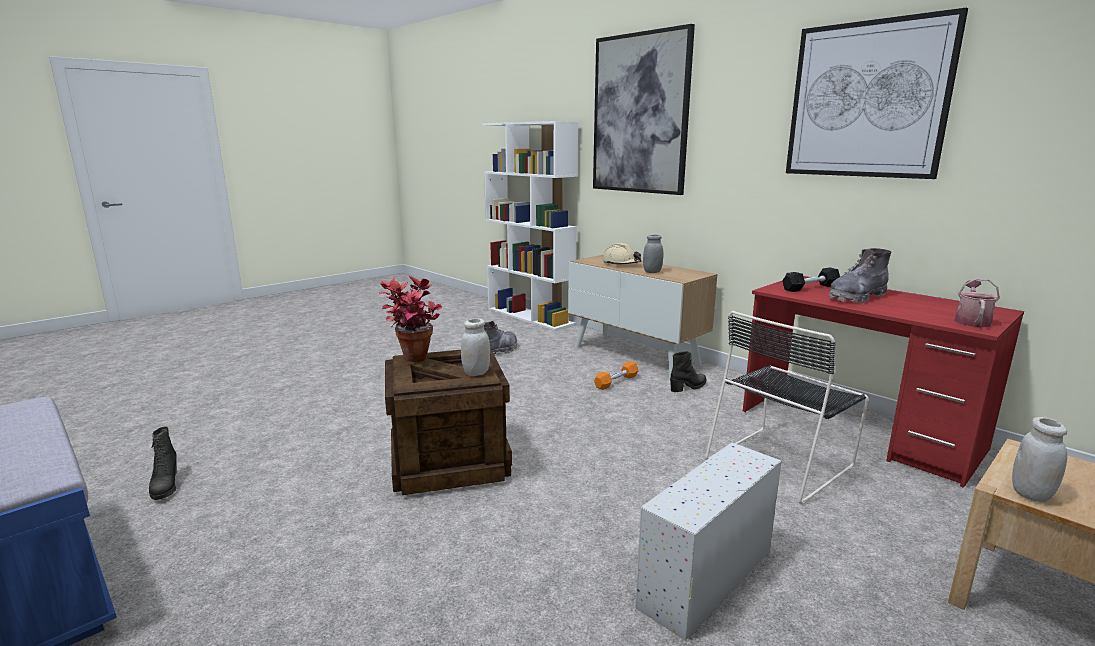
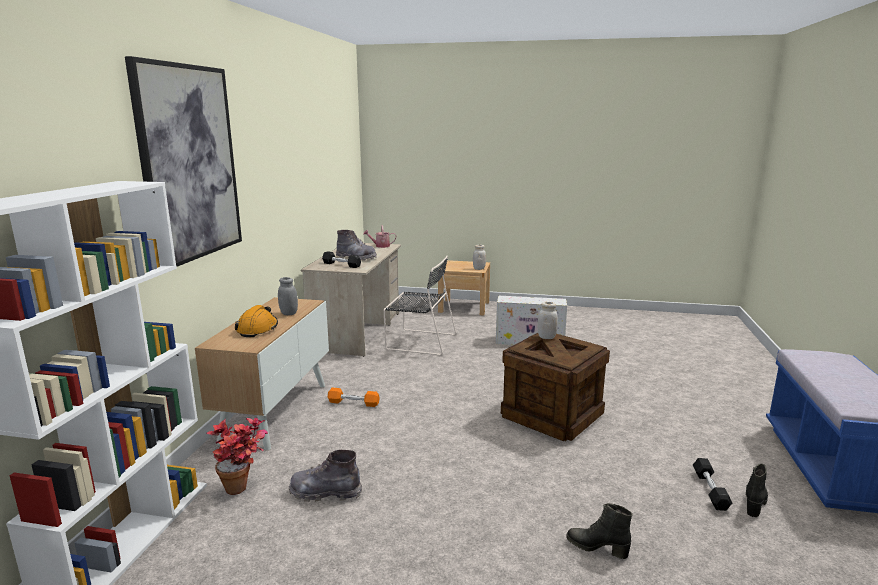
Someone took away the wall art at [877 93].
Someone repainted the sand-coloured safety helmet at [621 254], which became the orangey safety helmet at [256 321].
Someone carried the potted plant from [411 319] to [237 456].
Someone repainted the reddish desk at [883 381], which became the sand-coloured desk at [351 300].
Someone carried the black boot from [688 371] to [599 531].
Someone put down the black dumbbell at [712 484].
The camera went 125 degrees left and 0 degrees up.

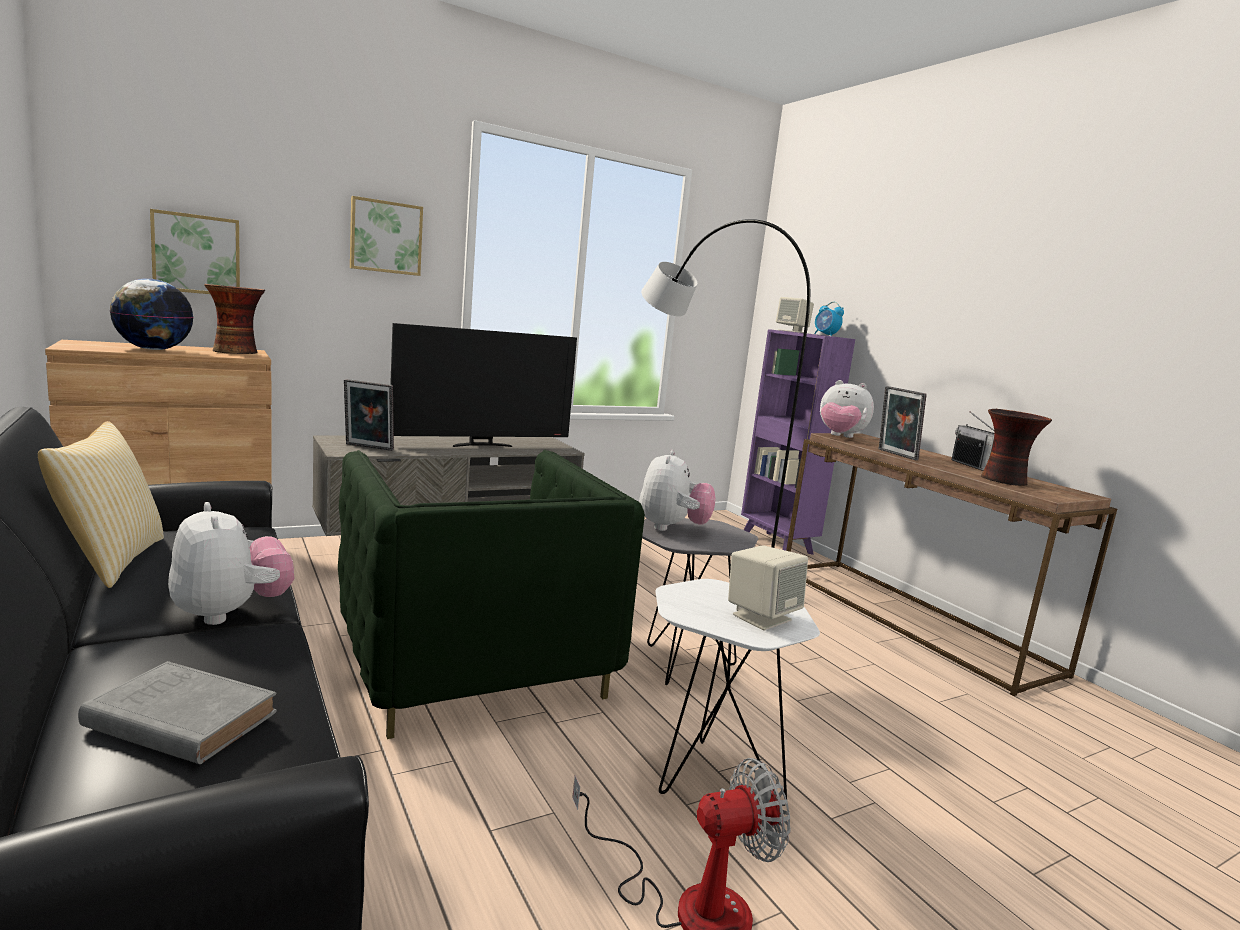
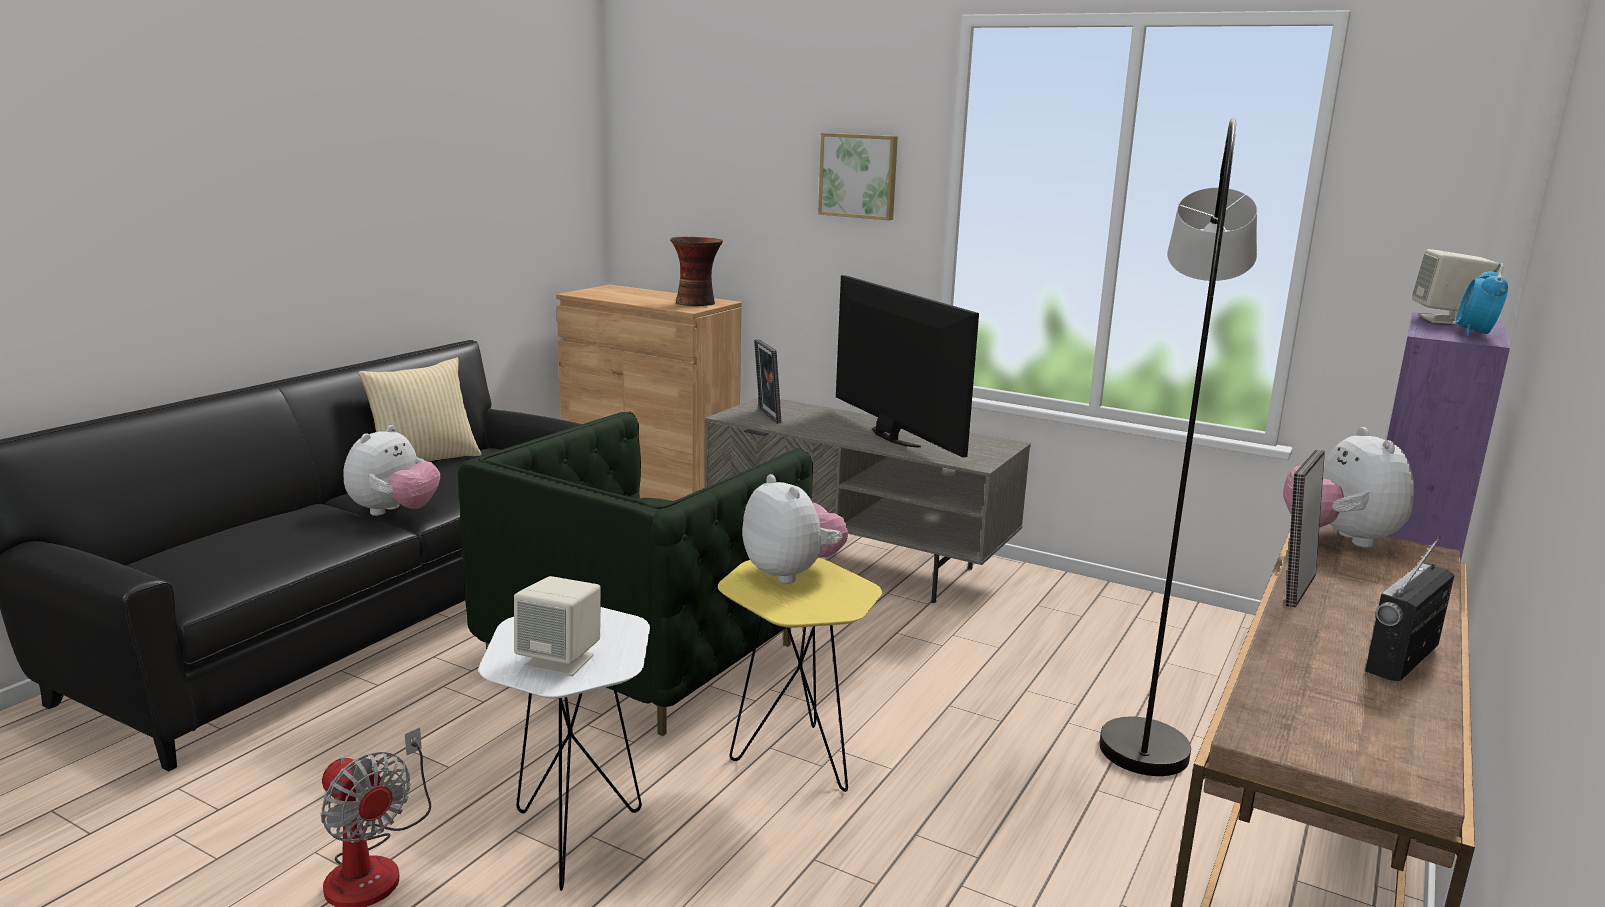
Someone took away the wall art at [195 251].
Someone took away the world globe at [151 314].
Someone rotated the television at [483 385] by 150 degrees counterclockwise.
Someone took away the decorative vase at [1016 447].
Someone rotated the plush toy at [677 490] by 105 degrees counterclockwise.
Someone repainted the grey end table at [700 601], which became the yellowish end table at [800 675].
Someone took away the grey volume at [177 712].
The camera went 60 degrees right and 5 degrees up.

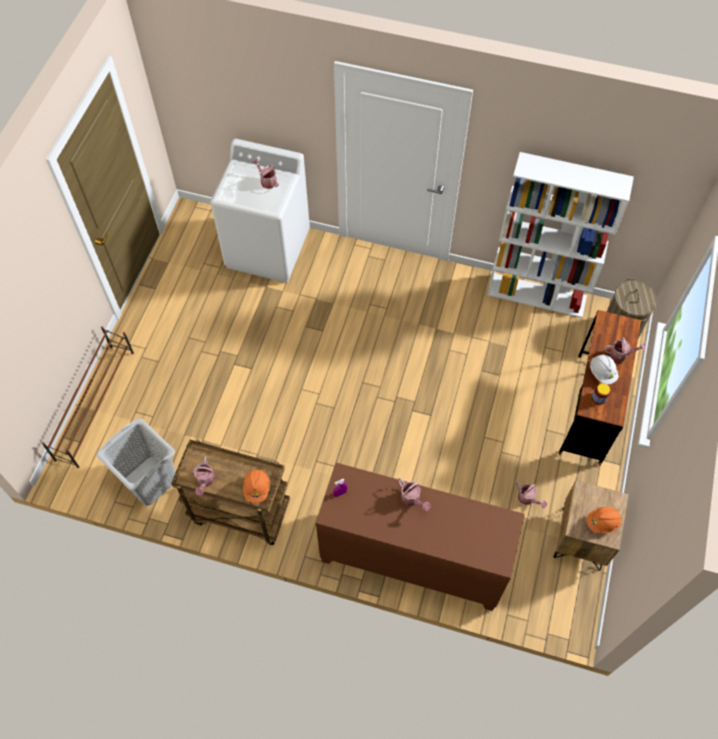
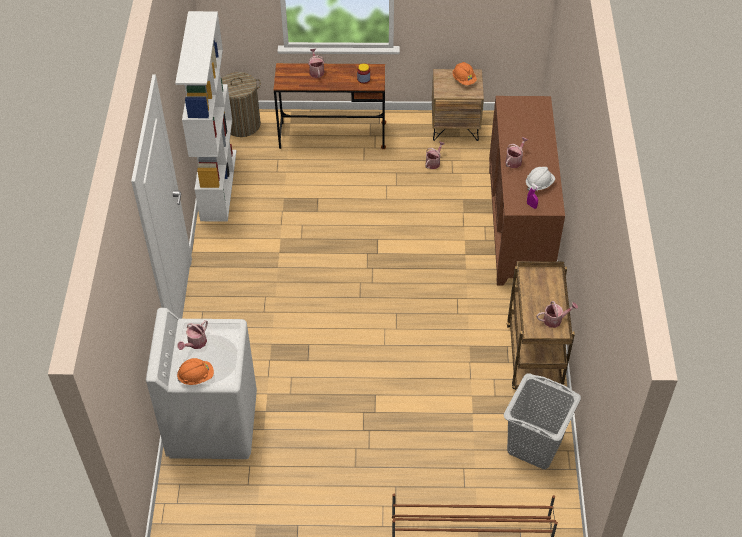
Someone carried the white-coloured safety helmet from [604 369] to [540 179].
Someone carried the orangey safety helmet from [256 486] to [195 371].
The camera went 105 degrees left and 10 degrees down.

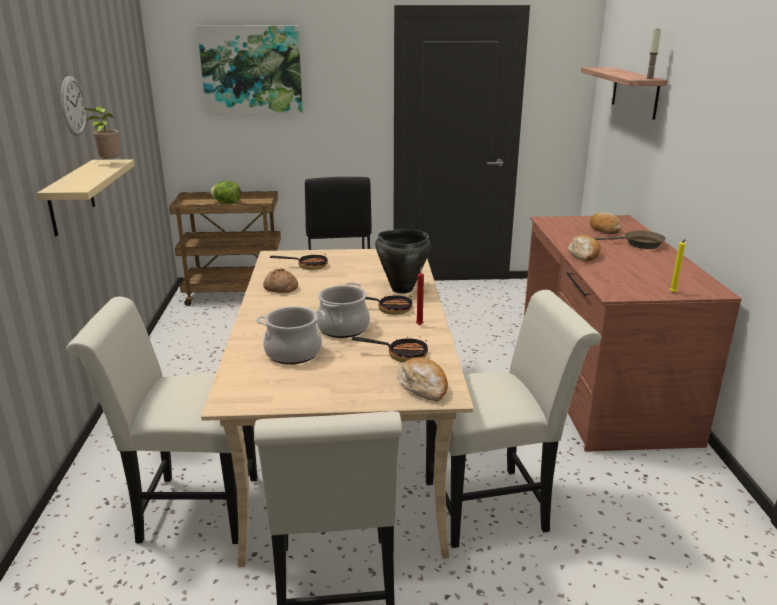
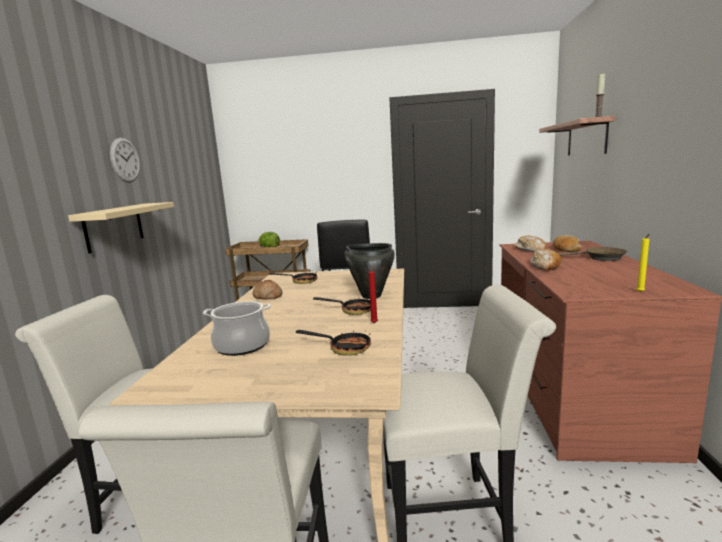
Someone took away the wall art at [250 70].
Someone took away the potted plant at [102 134].
Someone took away the cooking pot at [343 310].
Someone carried the baked bread from [422 379] to [531 243].
The camera went 10 degrees right and 10 degrees down.

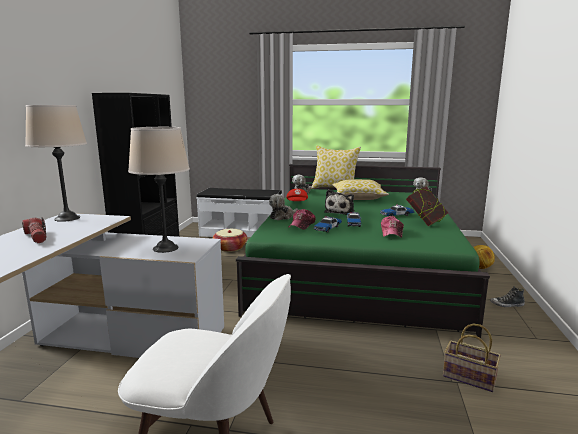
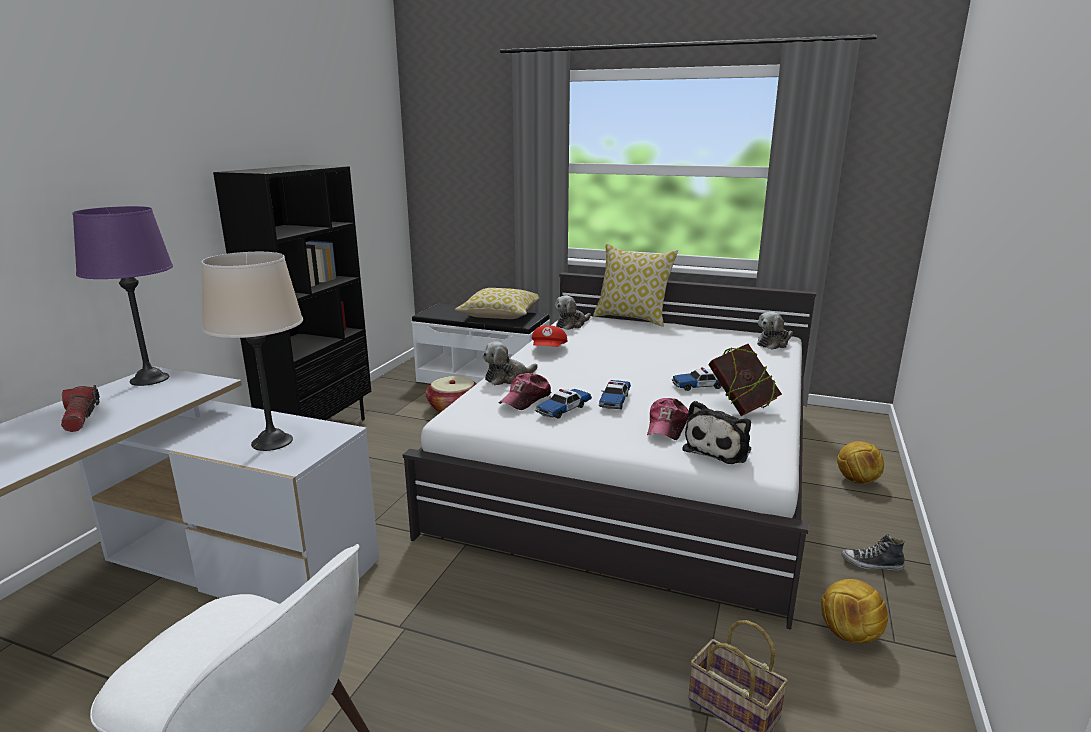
Someone repainted the sand-coloured lamp for a table at [56 163], which became the purple-coloured lamp for a table at [122 296].
Someone repainted the green sleeping bed at [363 251], which became the white-coloured sleeping bed at [609 451].
Someone carried the pillow from [360 189] to [497 303].
Someone carried the plush toy from [339 202] to [716 432].
Someone put down the ball for football at [854 611].
The camera went 10 degrees right and 5 degrees up.

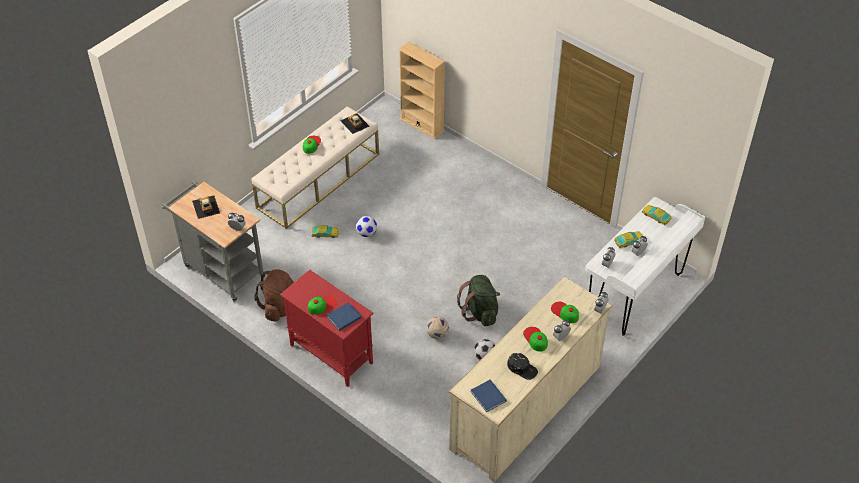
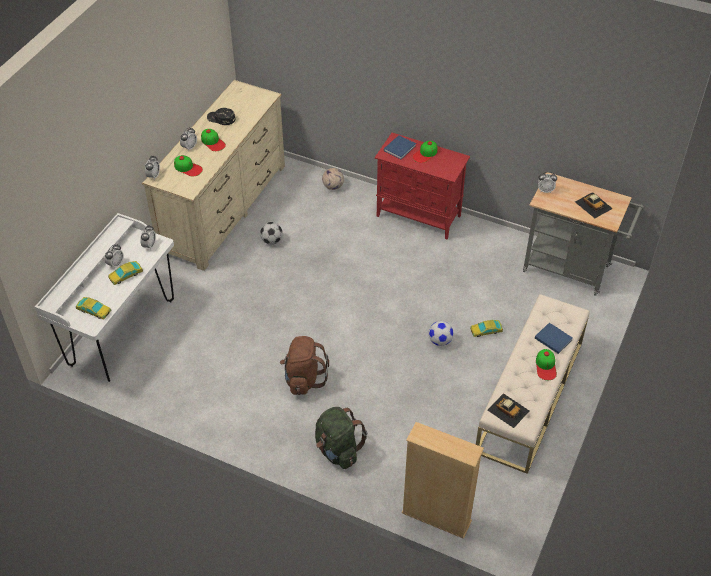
Someone carried the brown-coloured rucksack from [274 295] to [304 365].
Someone carried the green rucksack from [478 300] to [341 438].
Someone carried the ball for football from [437 327] to [333 179].
Someone carried the blue-coloured volume from [488 396] to [554 338].
The camera went 165 degrees right and 0 degrees up.

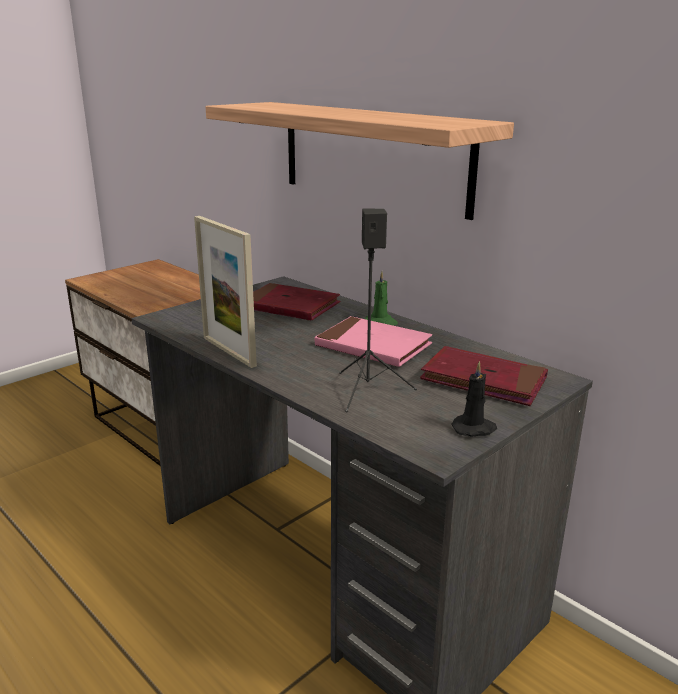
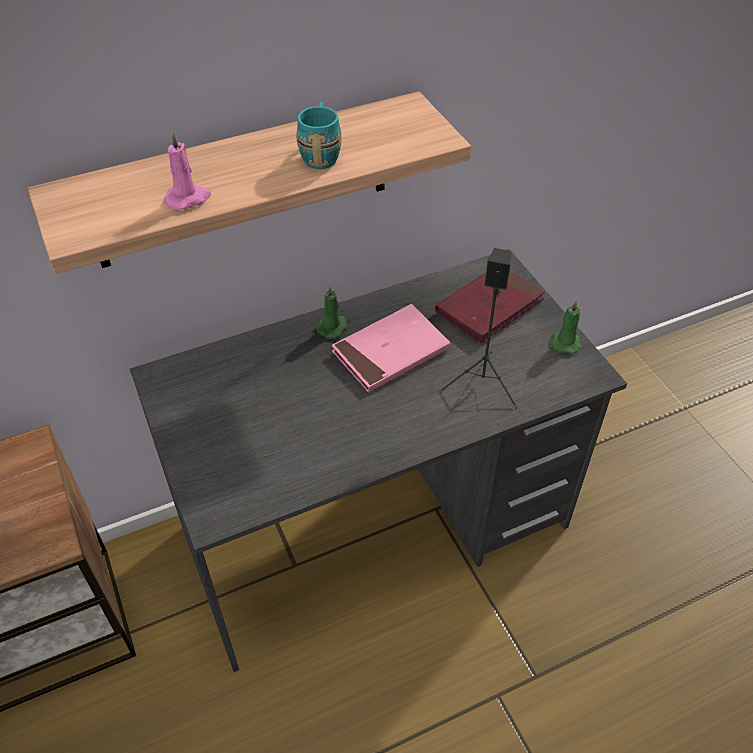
Someone took away the photo frame at [225 292].
Someone took away the reddish volume at [296 301].
Someone repainted the black wax light at [474 399], which became the green wax light at [566 327].
Someone put down the blue-green mug at [319 135].
Someone put down the pinkish wax light at [187 171].
The camera went 70 degrees left and 25 degrees up.

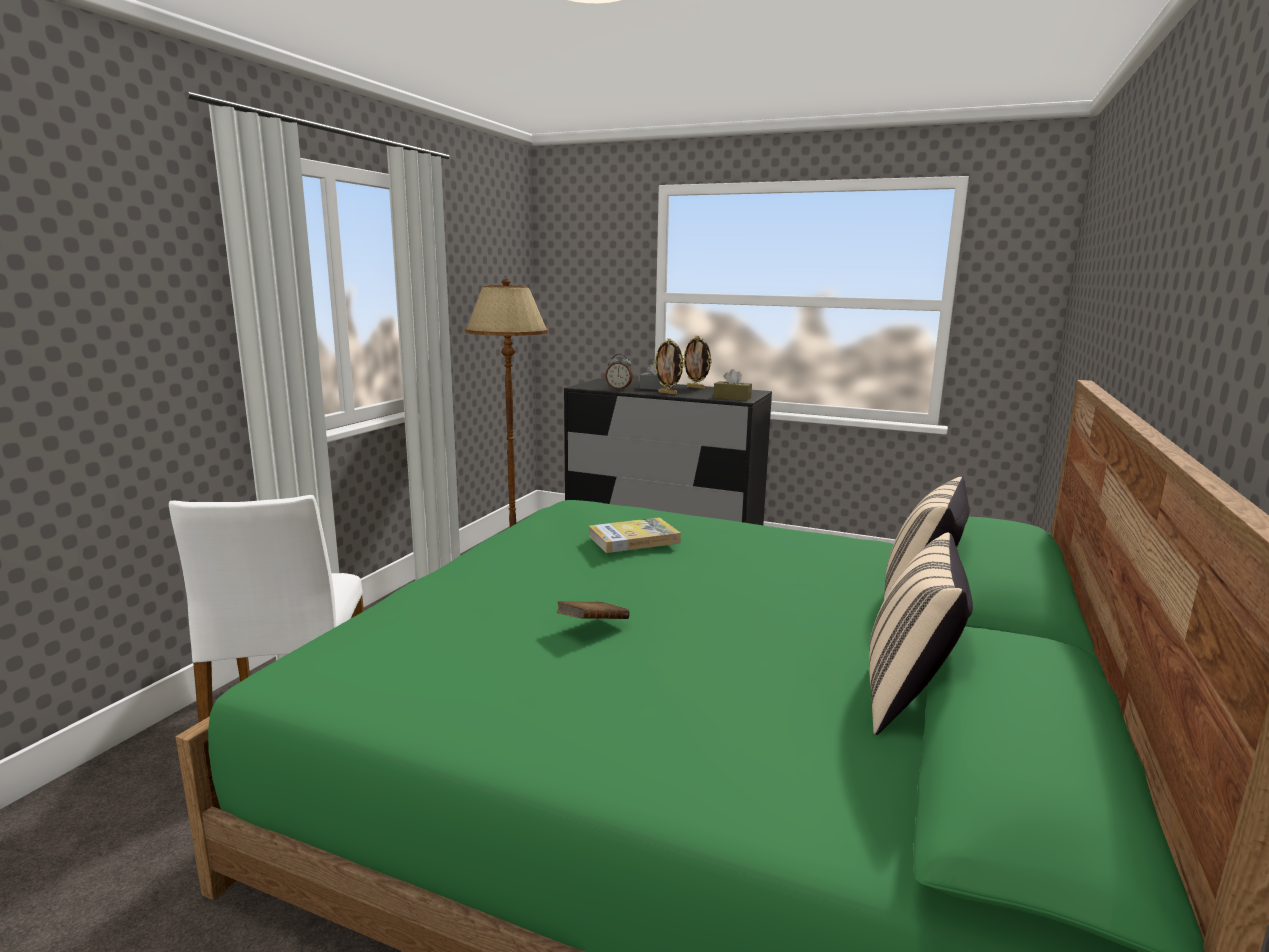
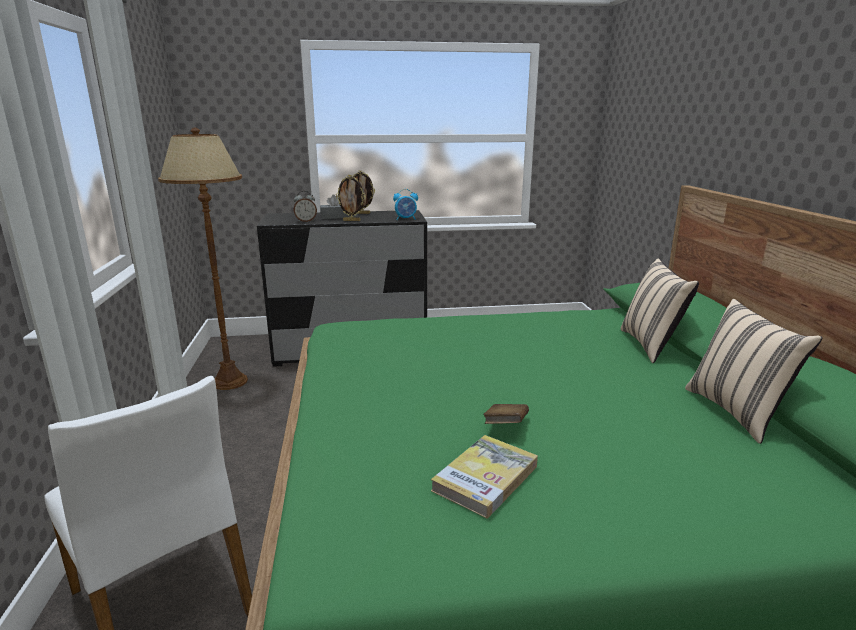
Someone swapped the brown-coloured tissue box at [732 385] for the alarm clock at [405 204].
Someone carried the volume from [634 535] to [484 477].
The camera went 30 degrees left and 5 degrees up.

